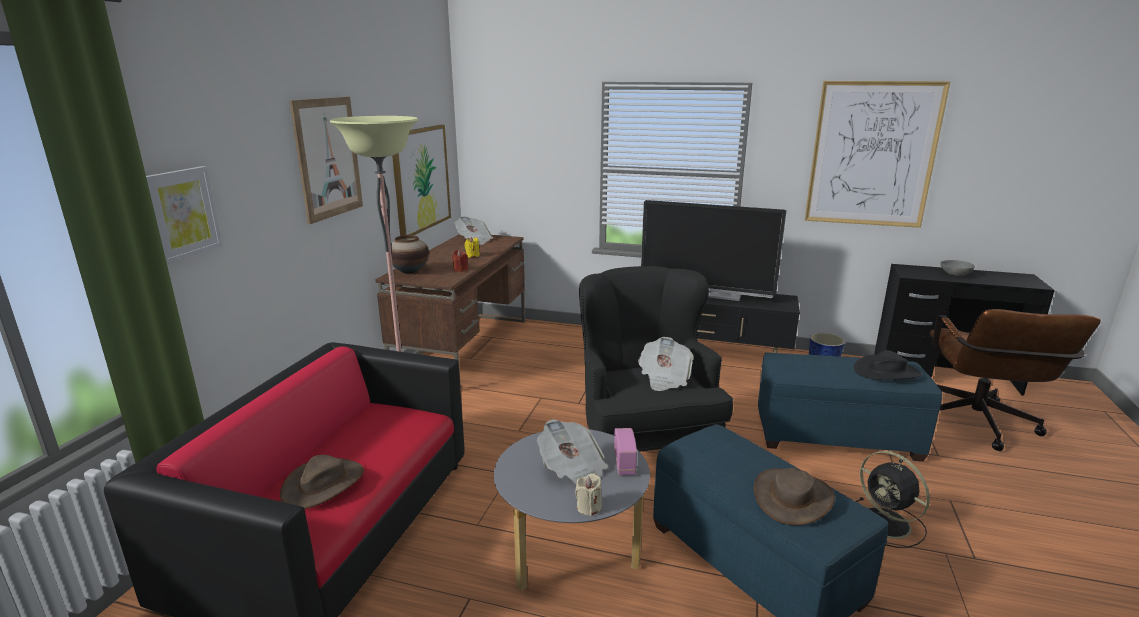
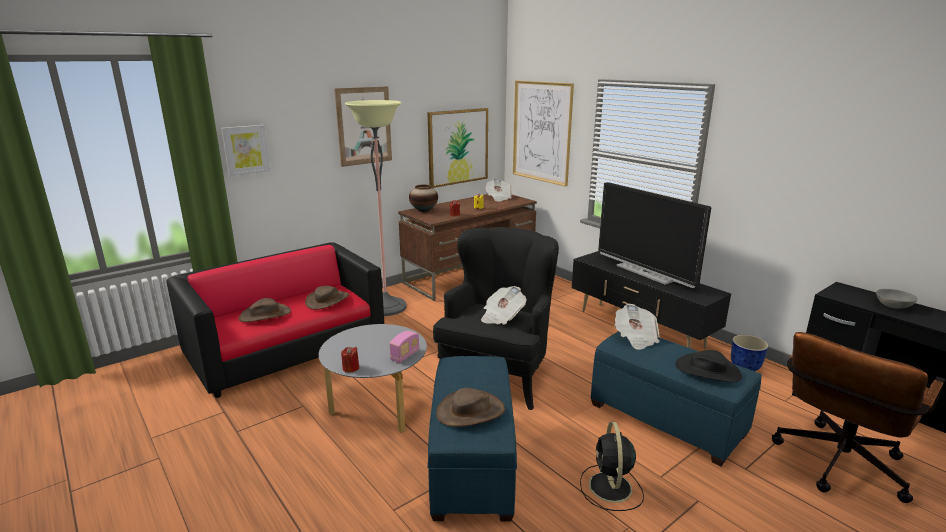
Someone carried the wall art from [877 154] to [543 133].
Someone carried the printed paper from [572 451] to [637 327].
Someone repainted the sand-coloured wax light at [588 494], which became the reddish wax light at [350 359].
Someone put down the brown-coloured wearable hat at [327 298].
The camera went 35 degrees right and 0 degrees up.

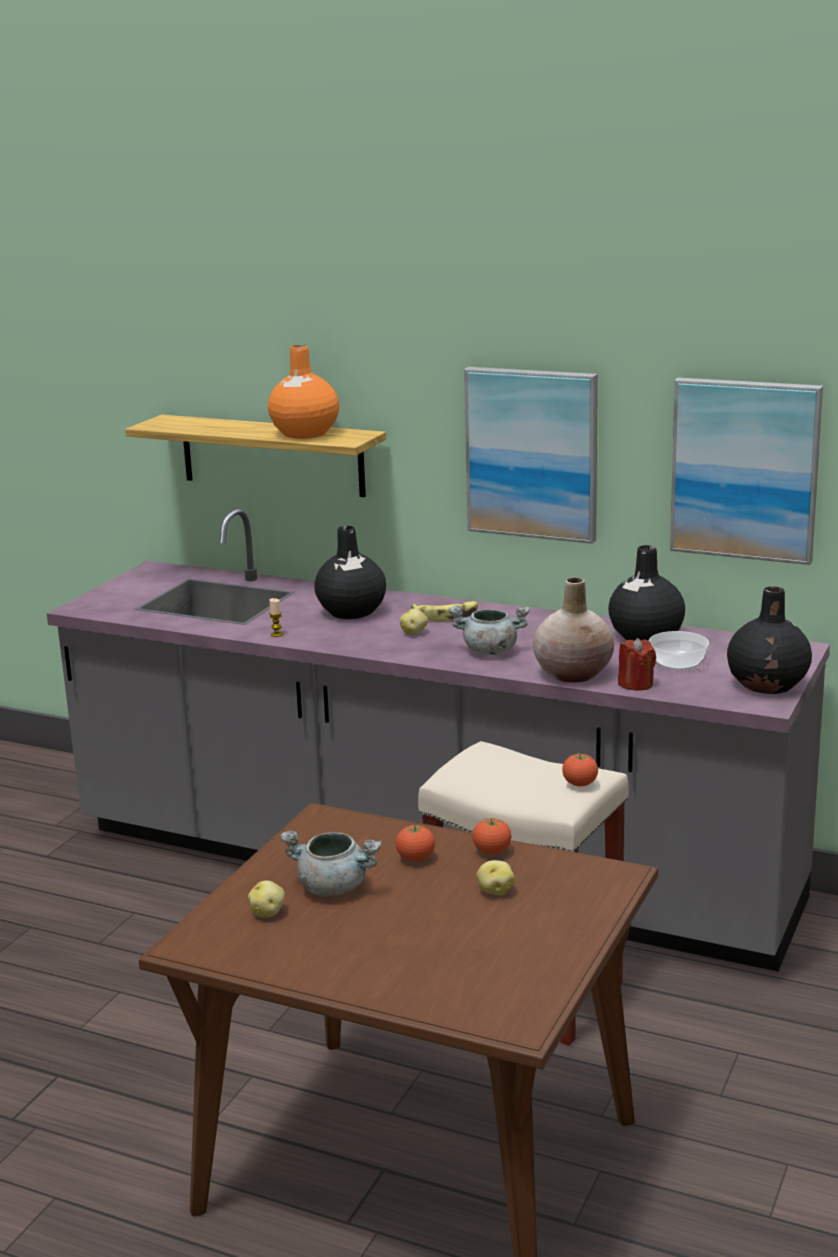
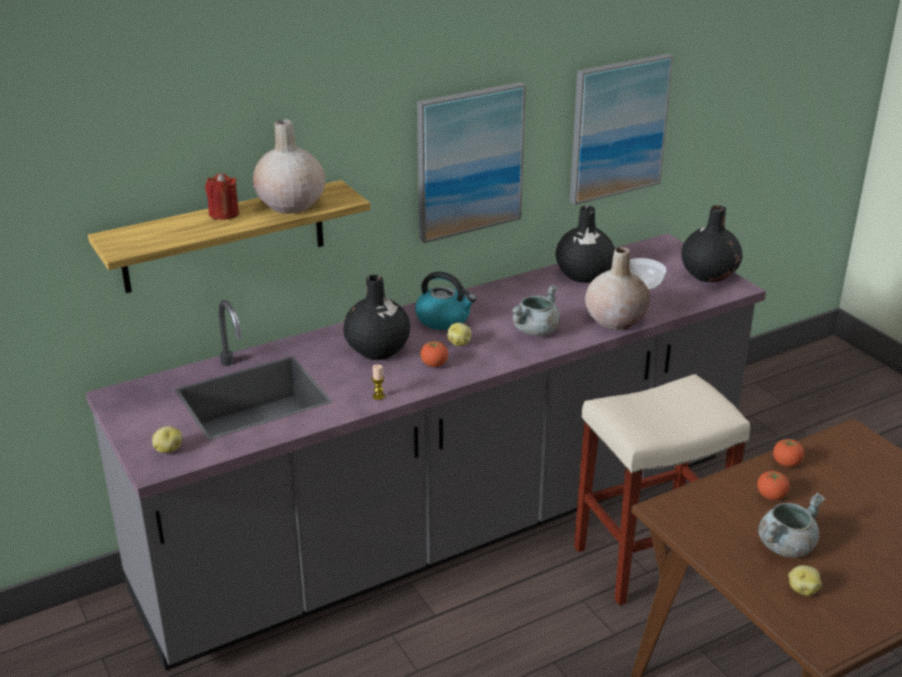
Someone repainted the orangey decorative vase at [303 392], which became the sand-coloured decorative vase at [289 166].
Someone swapped the banana at [444 611] for the kettle at [445 300].
Someone carried the reddish wax light from [637 664] to [222 196].
Someone carried the whole tomato from [580 769] to [434 354].
Someone carried the whole potato from [495 877] to [167 439].
The camera went 55 degrees left and 10 degrees up.

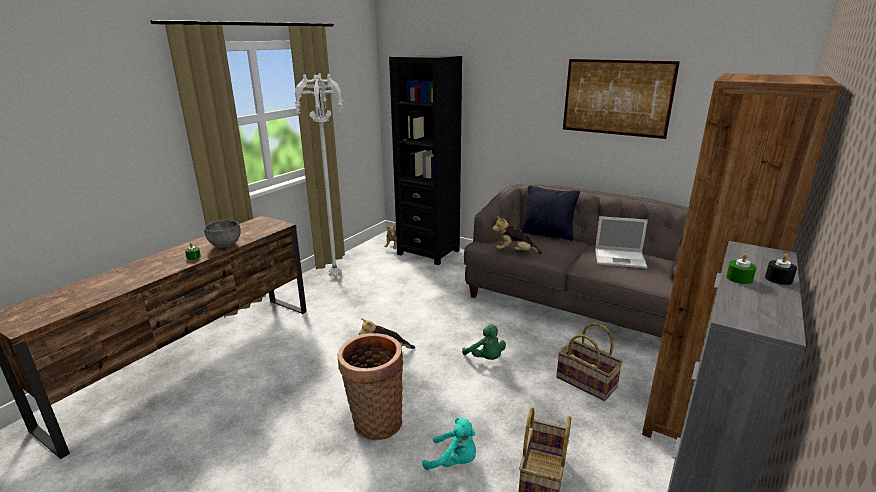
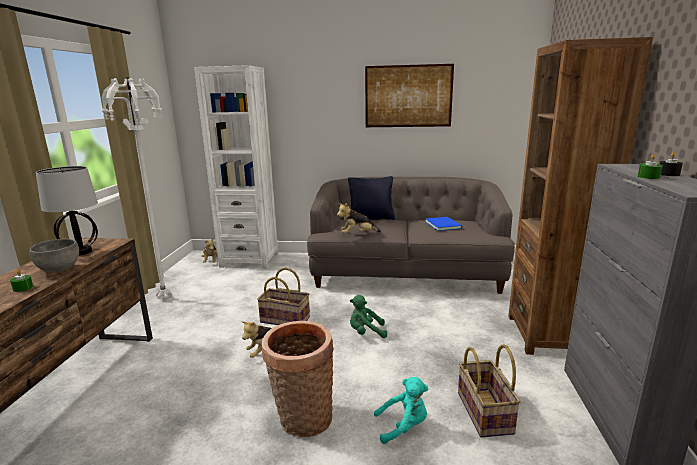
Someone repainted the black shelving unit at [425 160], which became the white-coloured shelving unit at [236 167].
Someone swapped the portable computer at [621 242] for the blue-coloured volume at [443 224].
Someone carried the storage basket from [589 362] to [283 296].
Someone rotated the green plush toy at [484 342] by 150 degrees clockwise.
Someone put down the lamp for a table at [67 211].
The camera went 25 degrees left and 5 degrees down.

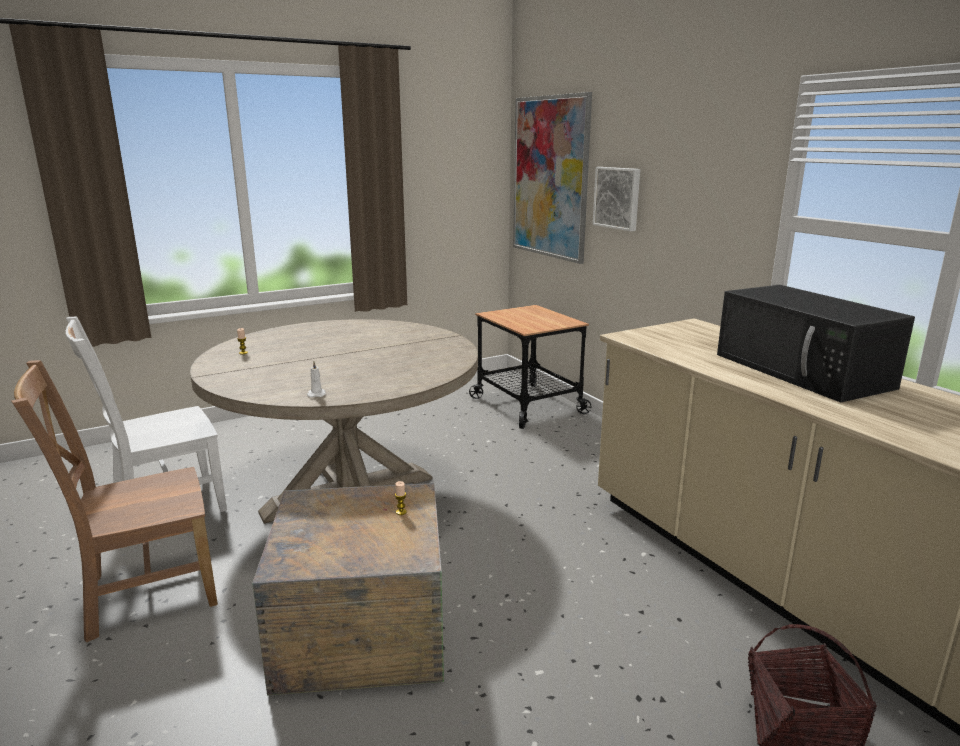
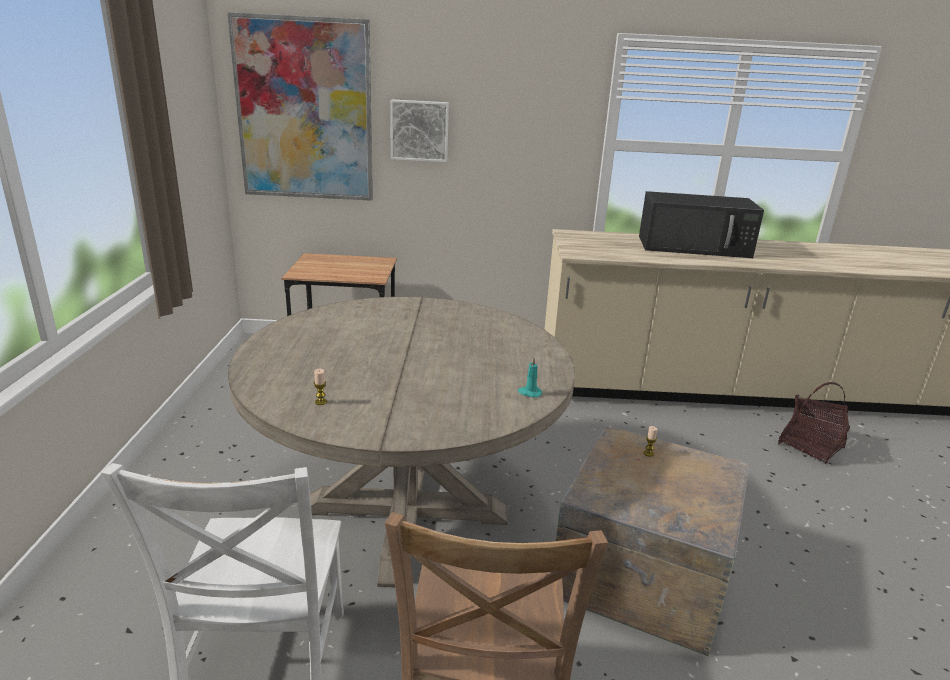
Someone repainted the white-coloured wax light at [316 380], which became the blue-green wax light at [530 378].
The camera went 60 degrees left and 5 degrees up.

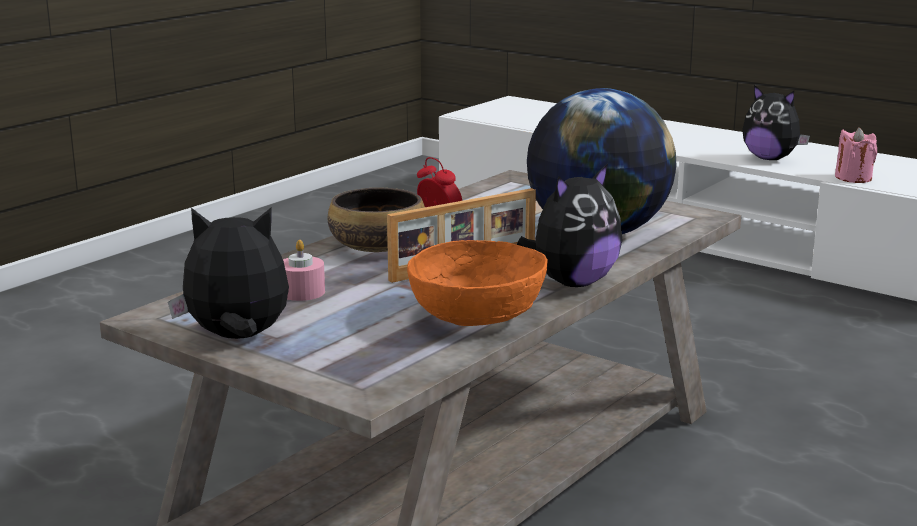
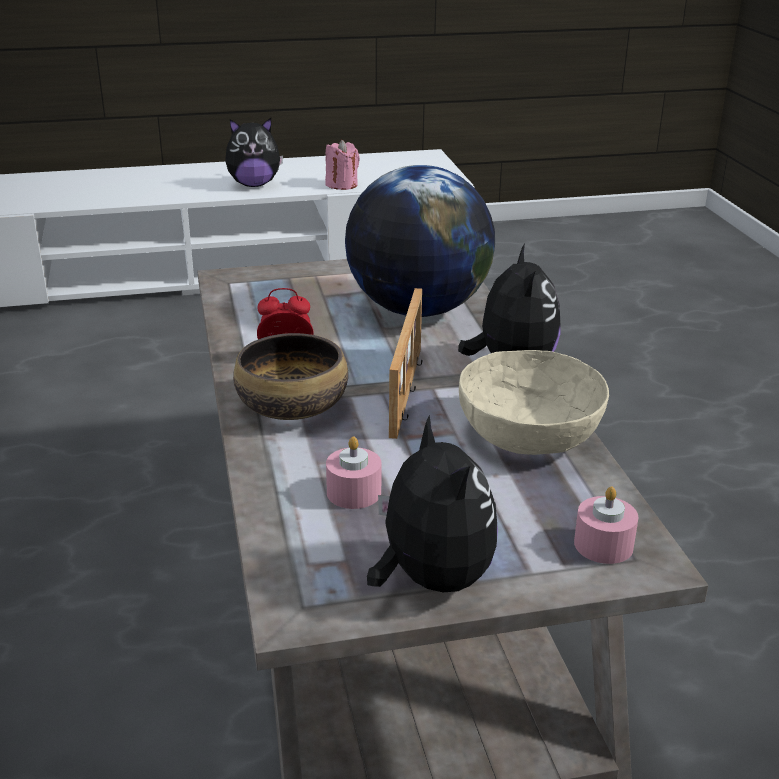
Someone rotated the plush toy at [228 273] by 120 degrees clockwise.
Someone repainted the orangey serving bowl at [477 283], which became the sand-coloured serving bowl at [534 402].
Someone put down the pinkish wax light at [606 525].
The camera went 50 degrees left and 10 degrees up.

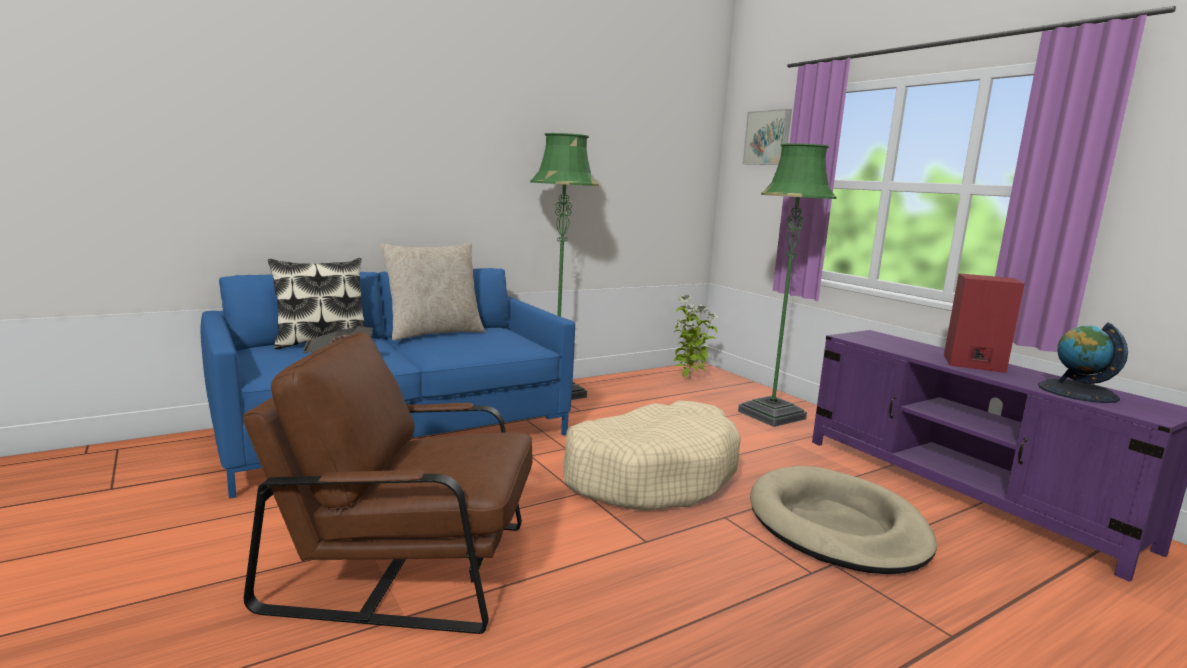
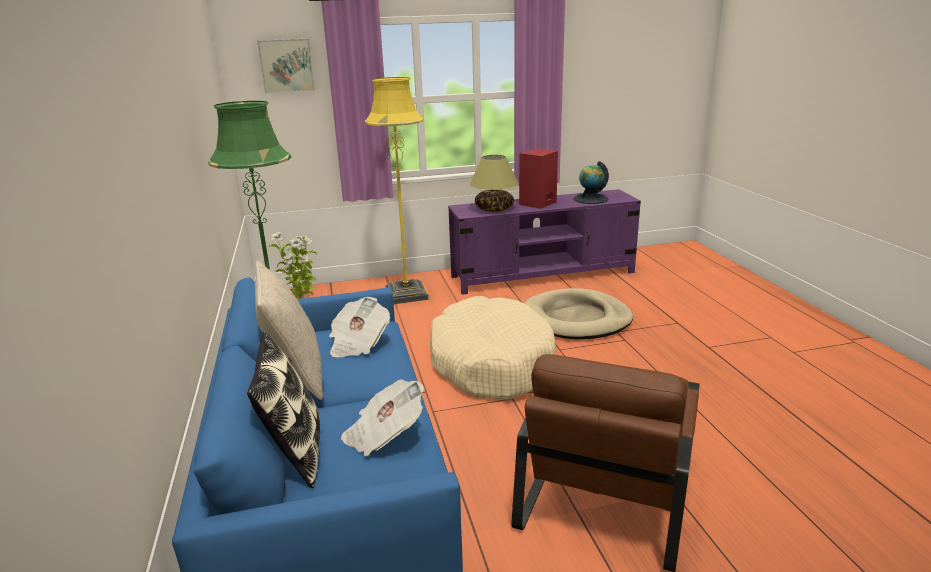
Someone repainted the green standard lamp at [787 285], which became the yellowish standard lamp at [396 190].
Someone put down the lamp for a table at [494 183].
Someone put down the printed paper at [359 327].
The camera went 70 degrees left and 10 degrees up.

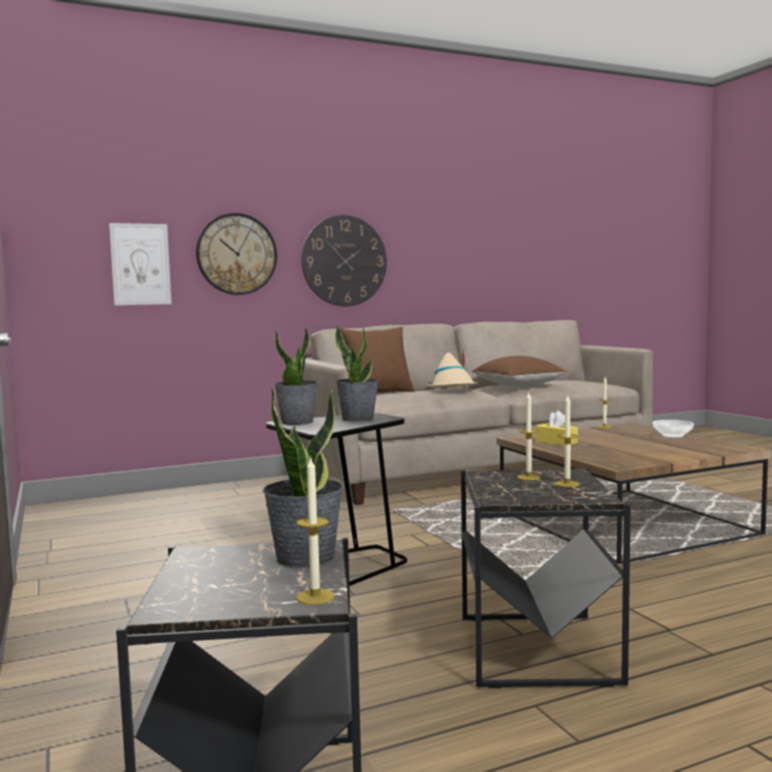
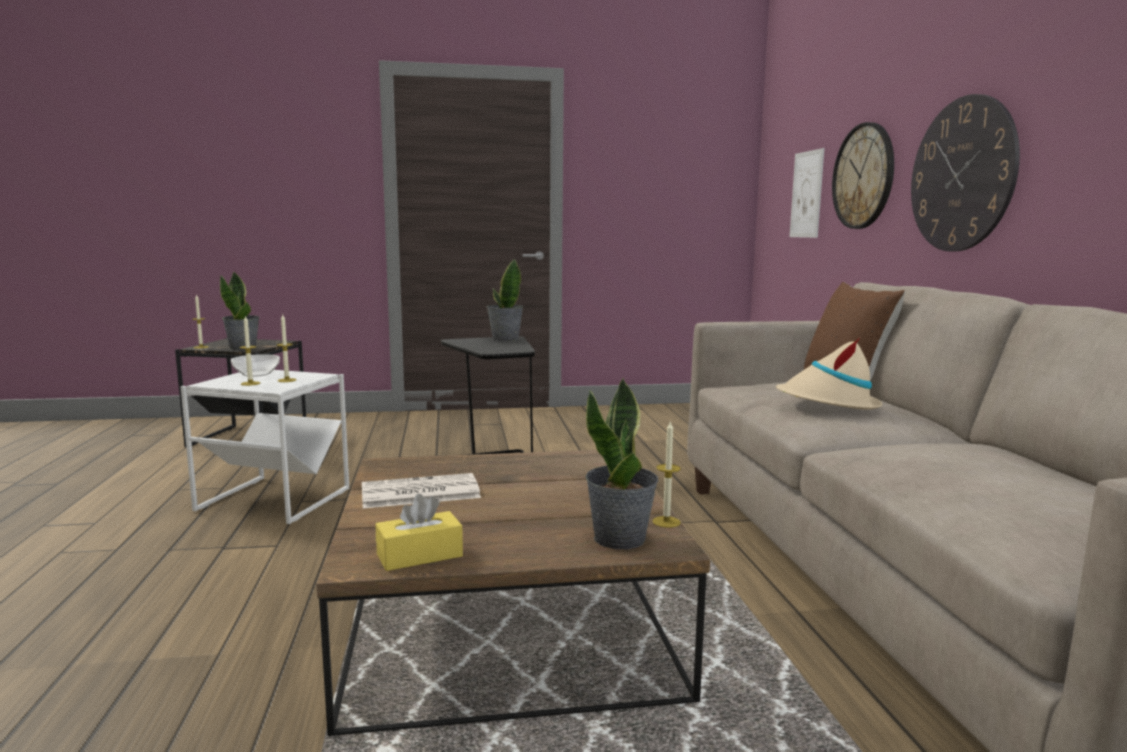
Someone carried the potted plant from [356 373] to [621 463].
Someone took away the brown-coloured pillow at [519 371].
Someone carried the yellowish tissue box from [557 428] to [419 532].
Someone carried the serving bowl from [673 429] to [255 365].
Someone repainted the black end table at [546 578], which became the white-coloured end table at [265 447].
Someone put down the printed paper at [421 490].
The camera went 105 degrees right and 5 degrees up.

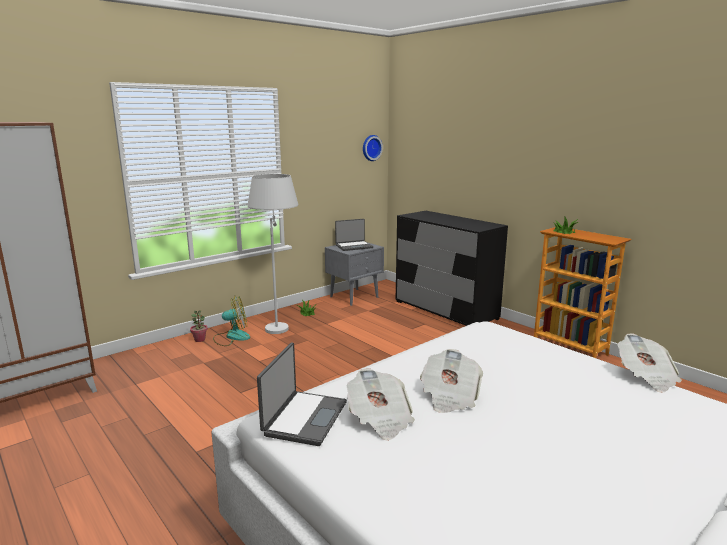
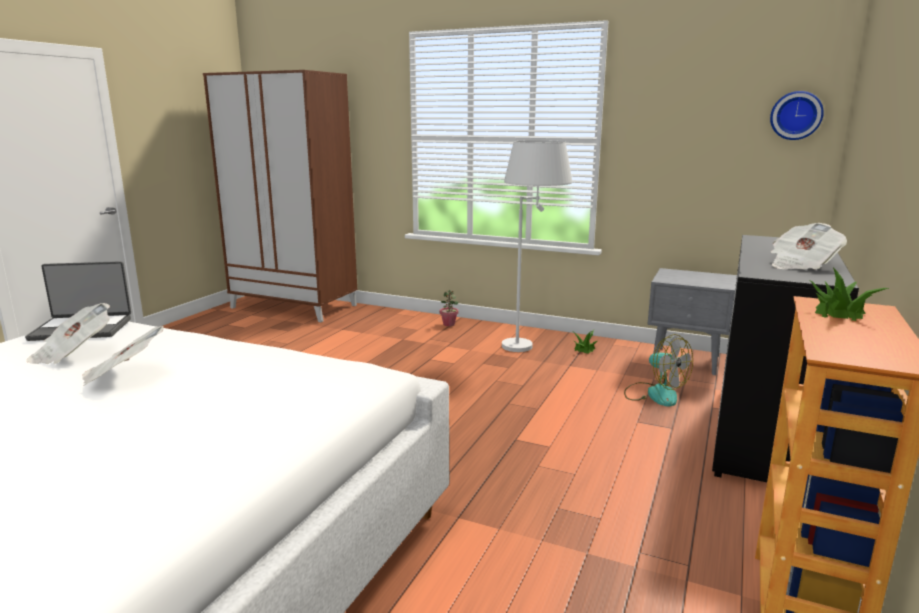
Someone took away the portable computer at [354 235].
Someone carried the electric fan from [231 320] to [658 370].
Someone carried the printed paper from [649 363] to [809 246].
The camera went 65 degrees right and 0 degrees up.

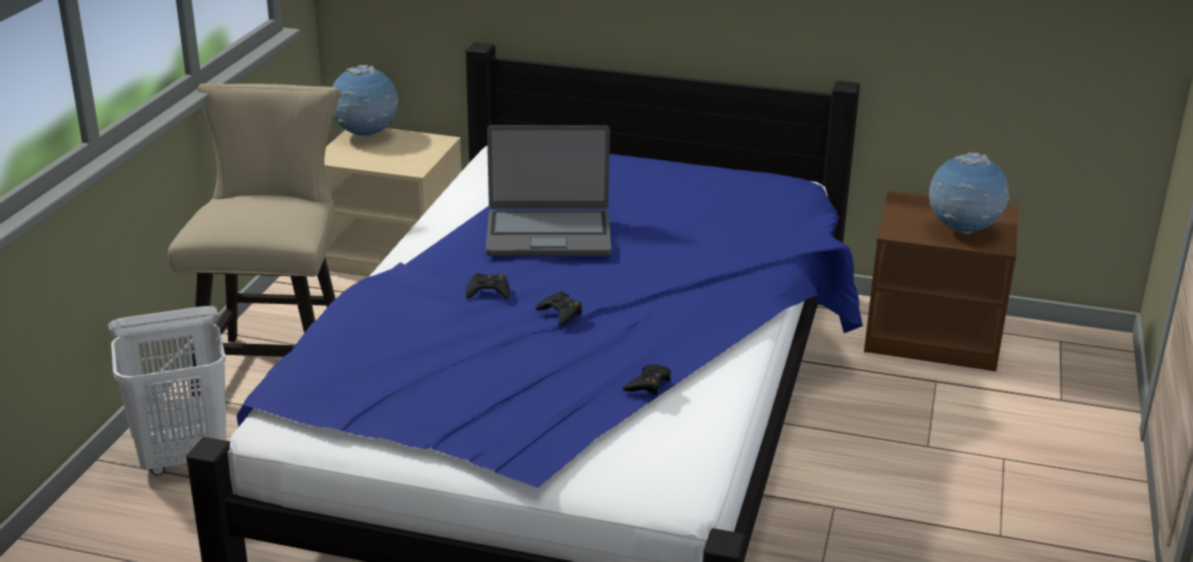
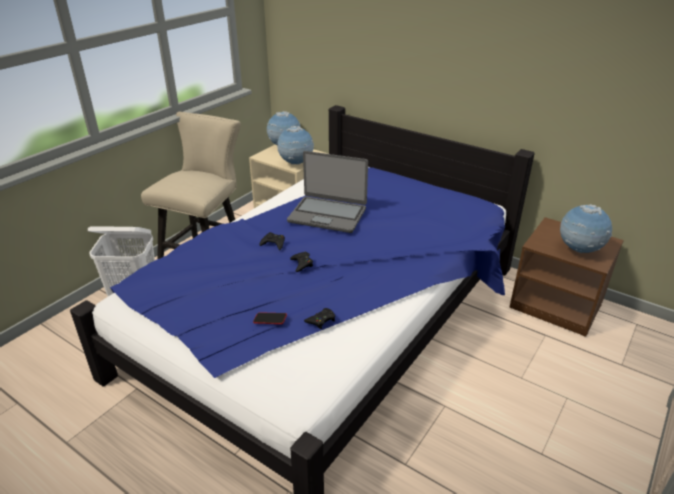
Someone put down the world globe at [295 145].
Someone put down the telephone at [270 318].
The camera went 20 degrees right and 5 degrees up.

